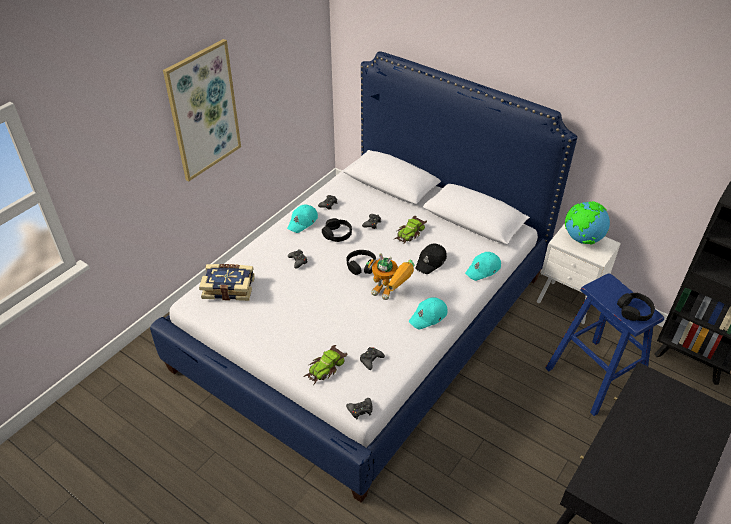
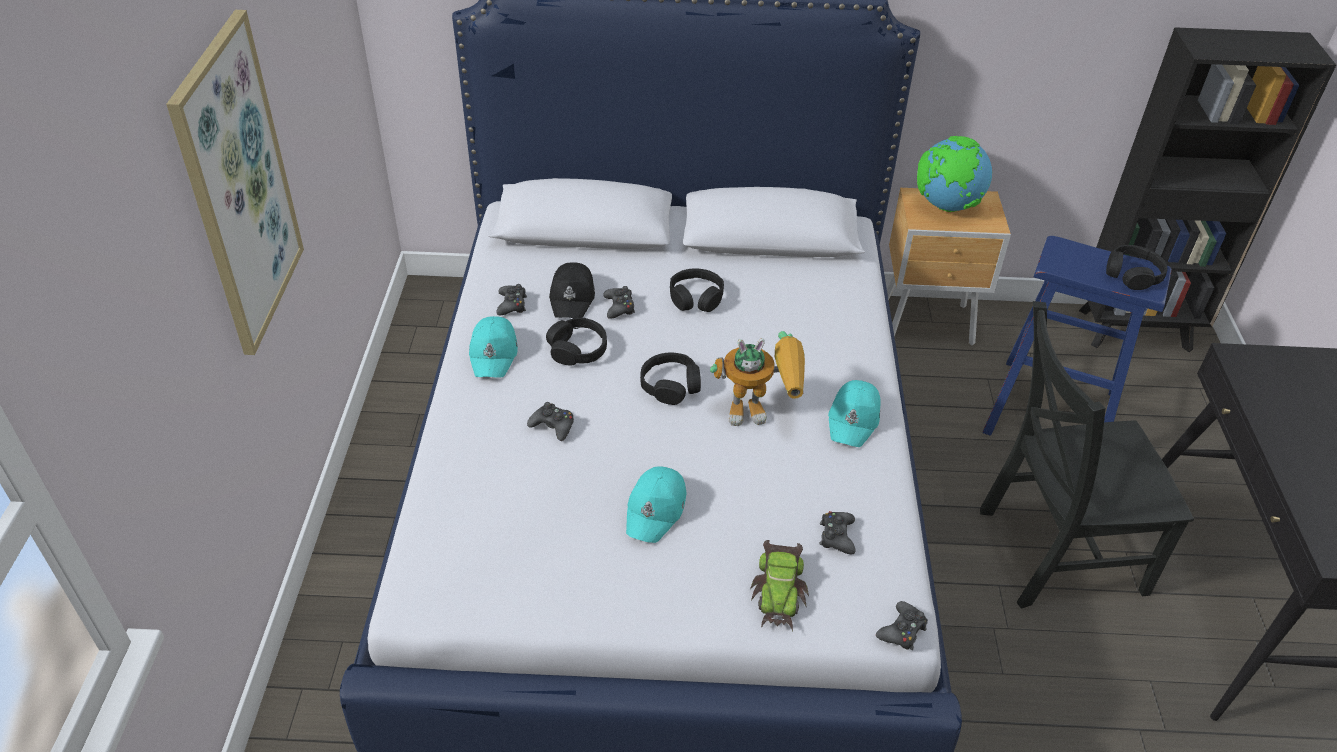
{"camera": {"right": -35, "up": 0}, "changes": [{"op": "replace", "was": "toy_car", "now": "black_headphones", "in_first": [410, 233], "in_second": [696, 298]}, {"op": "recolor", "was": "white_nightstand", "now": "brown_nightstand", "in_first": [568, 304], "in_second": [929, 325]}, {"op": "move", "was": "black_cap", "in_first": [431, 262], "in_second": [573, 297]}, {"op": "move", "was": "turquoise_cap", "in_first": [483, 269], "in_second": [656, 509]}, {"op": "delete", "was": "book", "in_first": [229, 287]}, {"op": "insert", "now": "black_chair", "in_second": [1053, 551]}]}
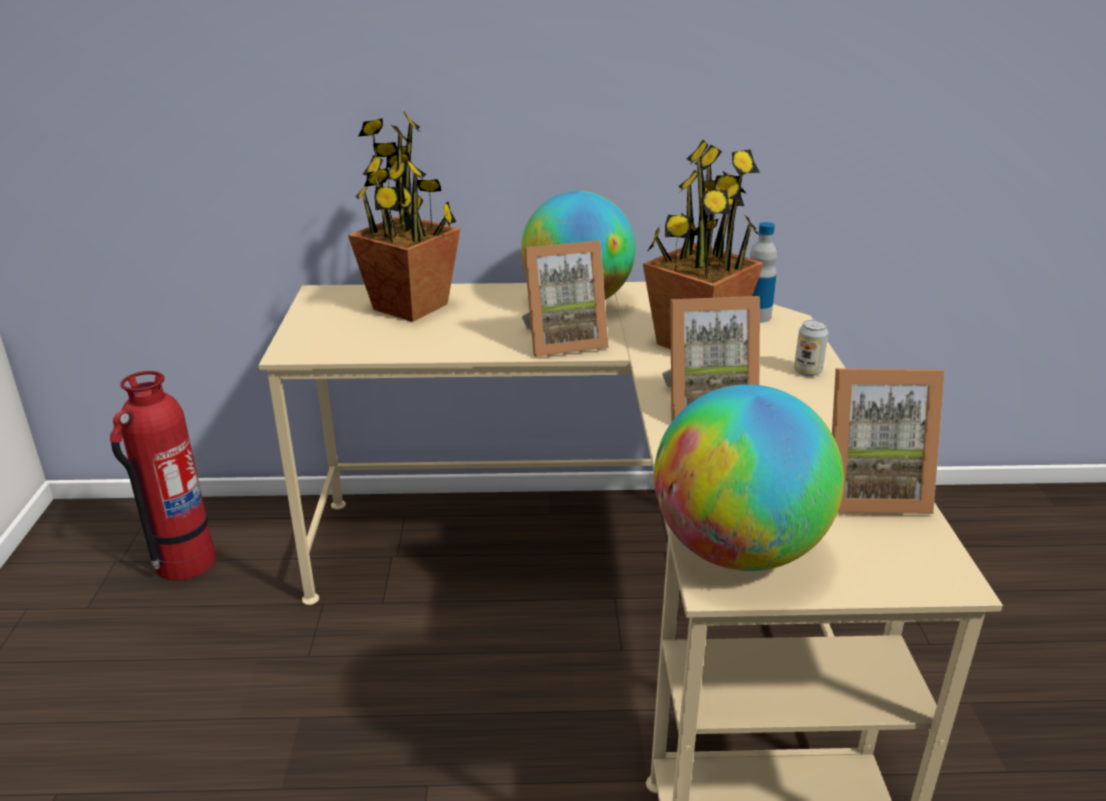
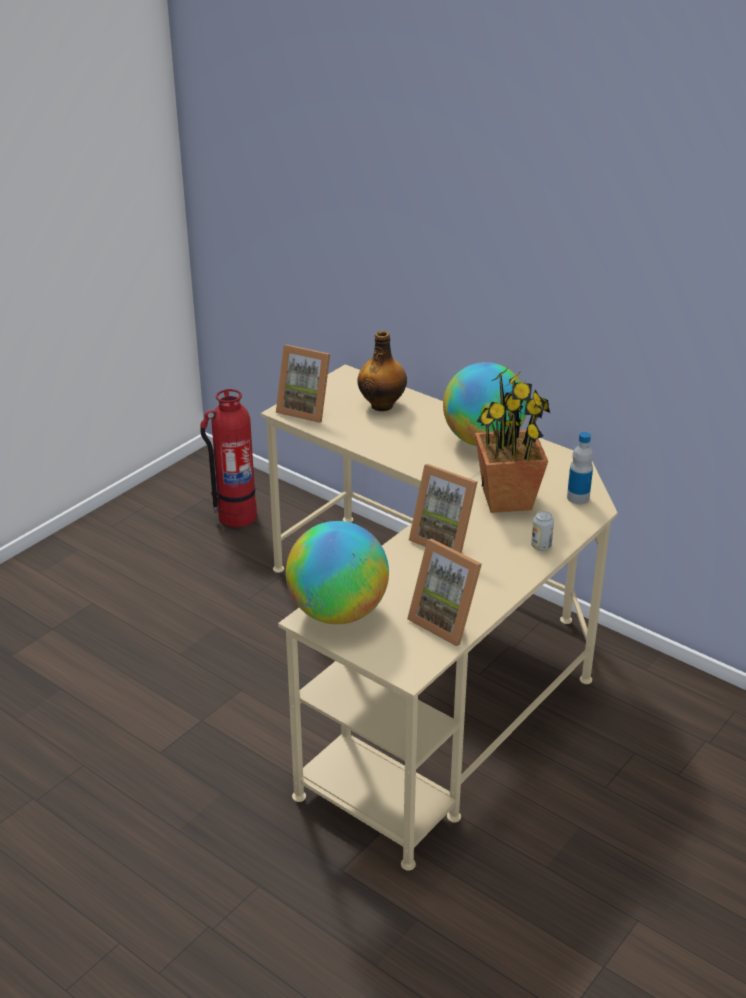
{"camera": {"right": 40, "up": 5}, "changes": [{"op": "replace", "was": "potted_plant", "now": "bottle", "in_first": [411, 307], "in_second": [382, 405]}, {"op": "move", "was": "picture_frame", "in_first": [563, 341], "in_second": [306, 409]}]}
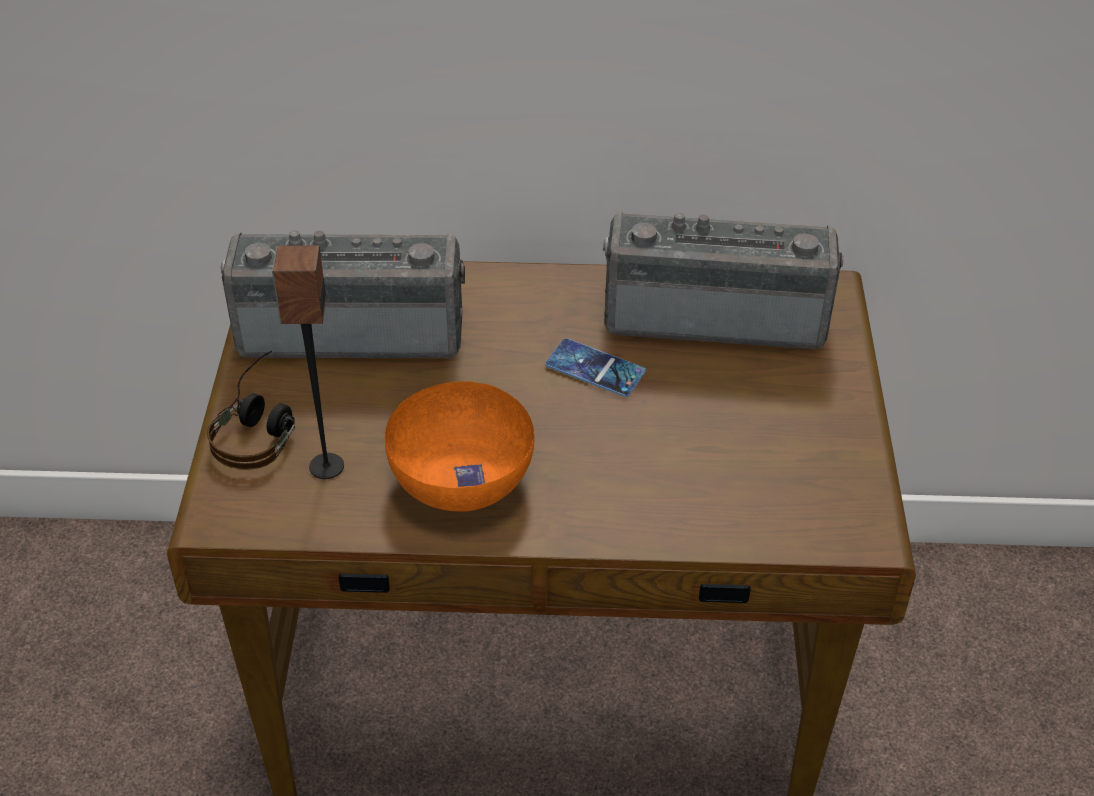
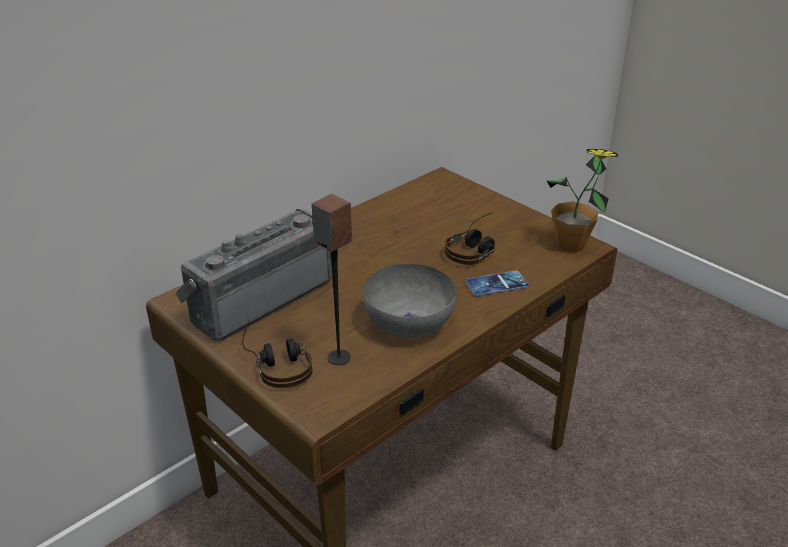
{"camera": {"right": -45, "up": -10}, "changes": [{"op": "delete", "was": "radio", "in_first": [715, 314]}, {"op": "move", "was": "phone", "in_first": [595, 368], "in_second": [496, 284]}, {"op": "recolor", "was": "orange_bowl", "now": "grey_bowl", "in_first": [460, 477], "in_second": [407, 322]}, {"op": "insert", "now": "potted_plant", "in_second": [570, 245]}, {"op": "insert", "now": "headphones", "in_second": [475, 249]}]}
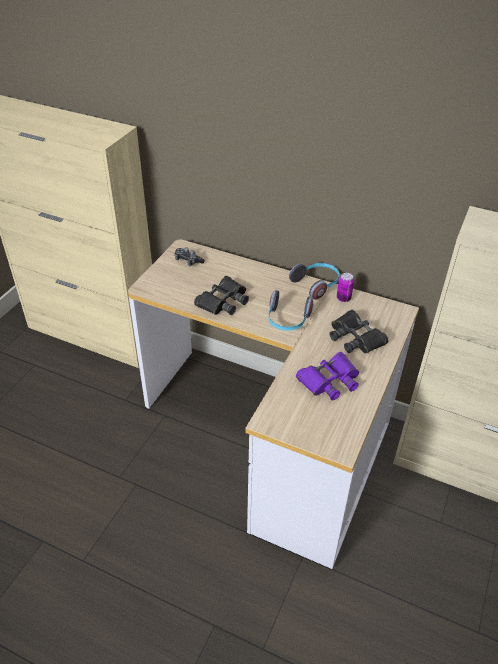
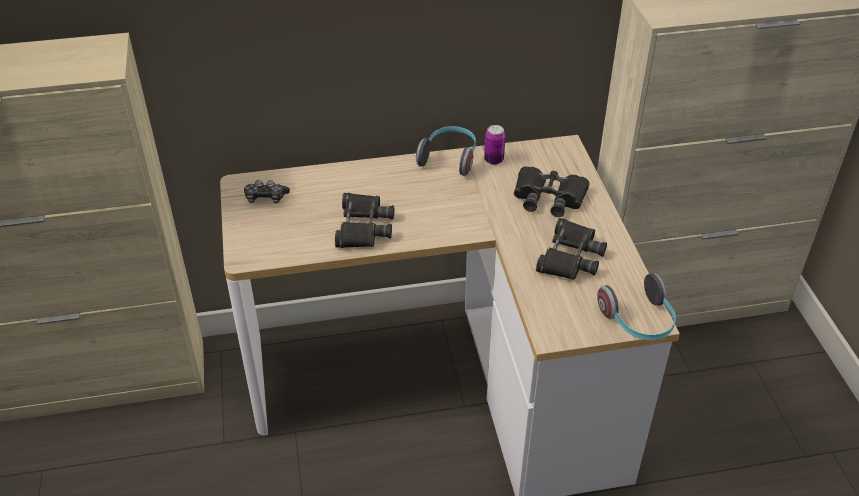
{"camera": {"right": -35, "up": 0}, "changes": [{"op": "move", "was": "headphones", "in_first": [287, 320], "in_second": [639, 321]}, {"op": "recolor", "was": "purple_binoculars", "now": "black_binoculars", "in_first": [329, 380], "in_second": [570, 257]}]}
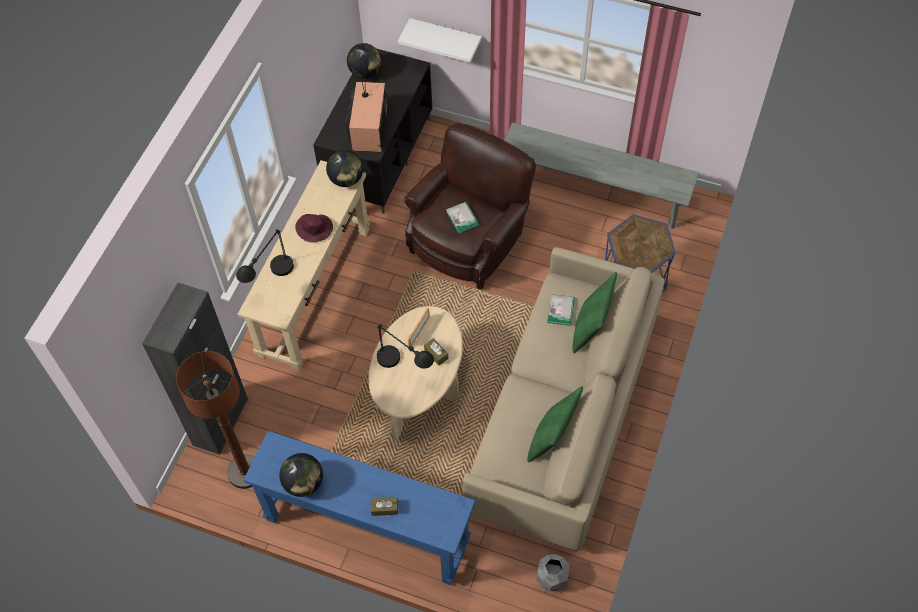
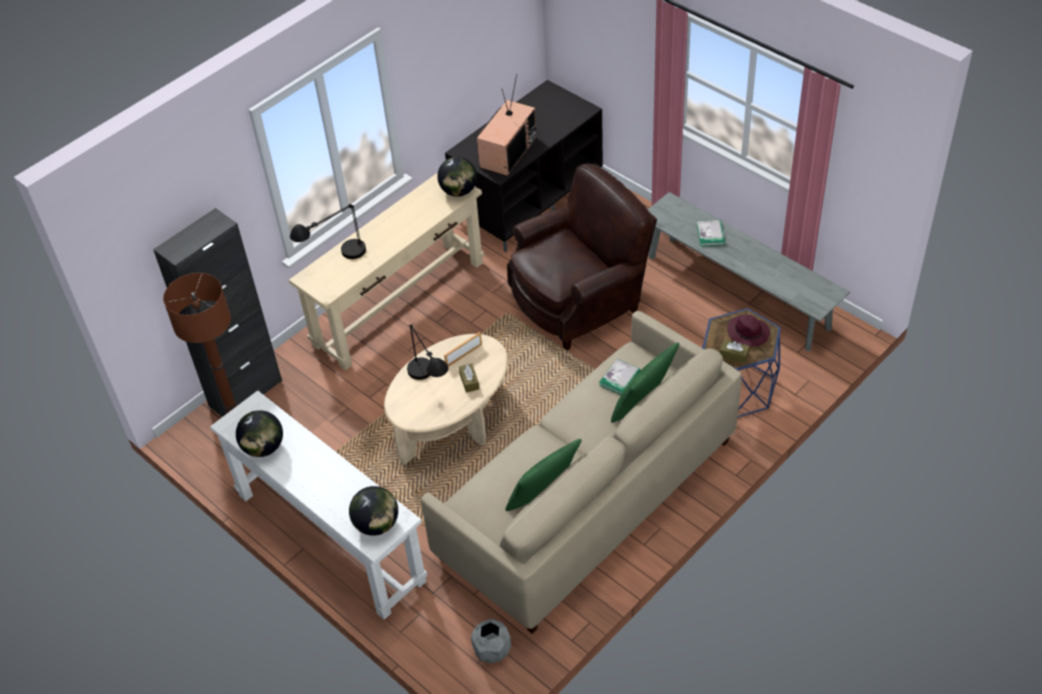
{"camera": {"right": 25, "up": -10}, "changes": [{"op": "delete", "was": "white_shelf", "in_first": [445, 37]}, {"op": "move", "was": "globe", "in_first": [365, 72], "in_second": [376, 524]}, {"op": "move", "was": "book", "in_first": [462, 218], "in_second": [710, 234]}, {"op": "move", "was": "purple_hat", "in_first": [315, 229], "in_second": [748, 333]}, {"op": "recolor", "was": "blue_console_table", "now": "white_console_table", "in_first": [367, 529], "in_second": [330, 537]}, {"op": "move", "was": "brown_tissue_box", "in_first": [384, 508], "in_second": [734, 355]}]}
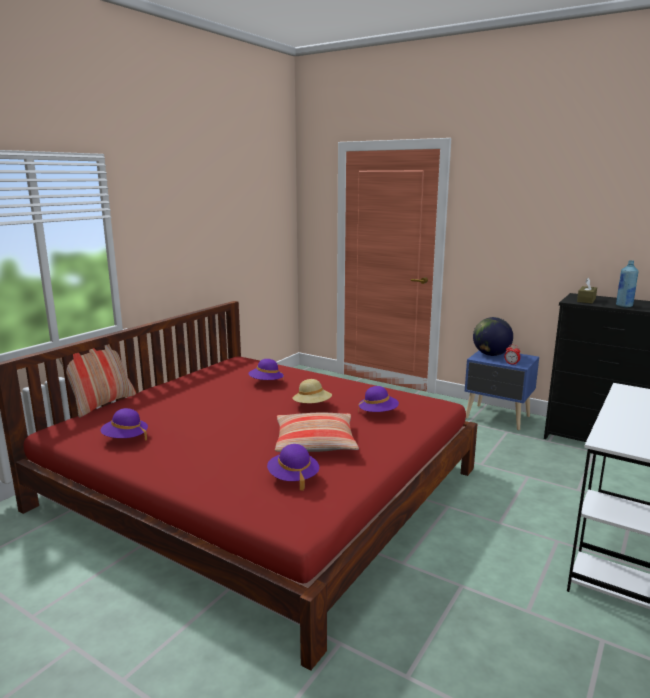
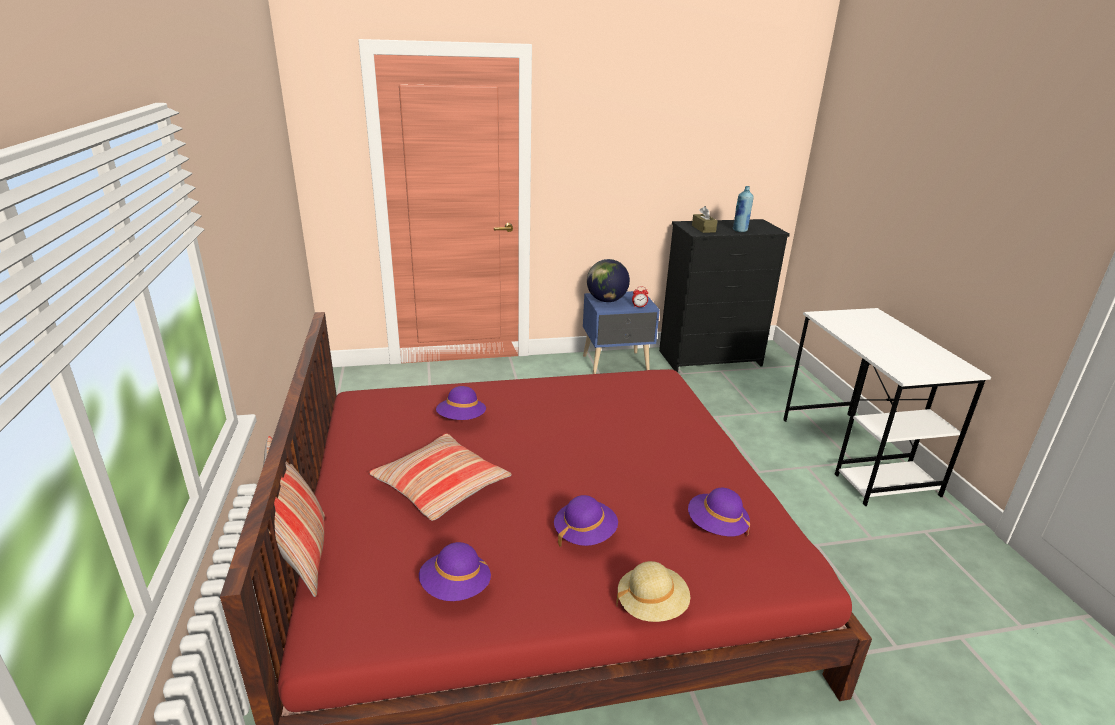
{"camera": {"right": -45, "up": 10}, "changes": [{"op": "move", "was": "beige_hat", "in_first": [312, 405], "in_second": [651, 605]}, {"op": "move", "was": "purple_hat", "in_first": [378, 413], "in_second": [584, 534]}, {"op": "move", "was": "pillow", "in_first": [315, 442], "in_second": [441, 486]}]}
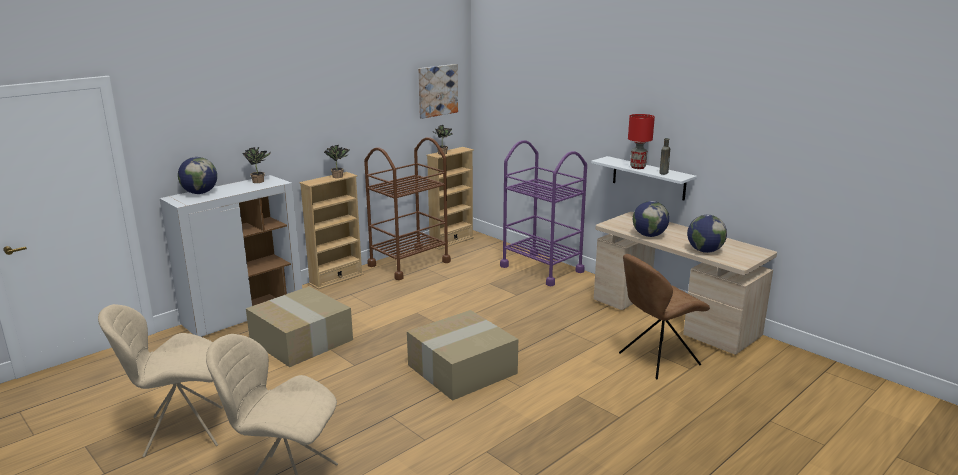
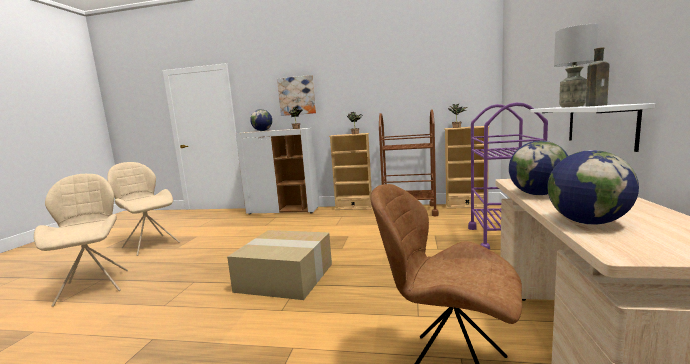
{"camera": {"right": 55, "up": -10}, "changes": [{"op": "move", "was": "picture", "in_first": [437, 90], "in_second": [297, 95]}, {"op": "recolor", "was": "red_table_lamp", "now": "grey_table_lamp", "in_first": [637, 167], "in_second": [571, 106]}, {"op": "delete", "was": "cardboard_box", "in_first": [299, 340]}]}
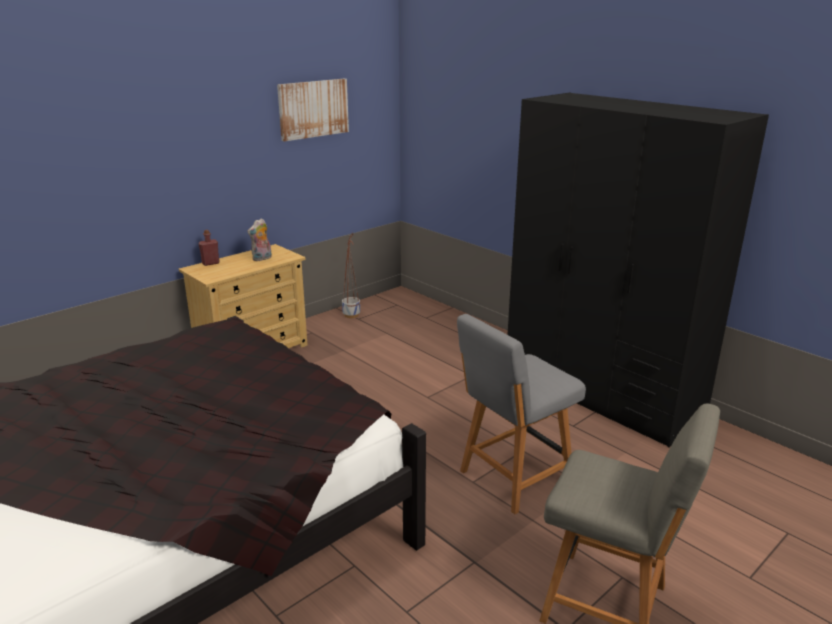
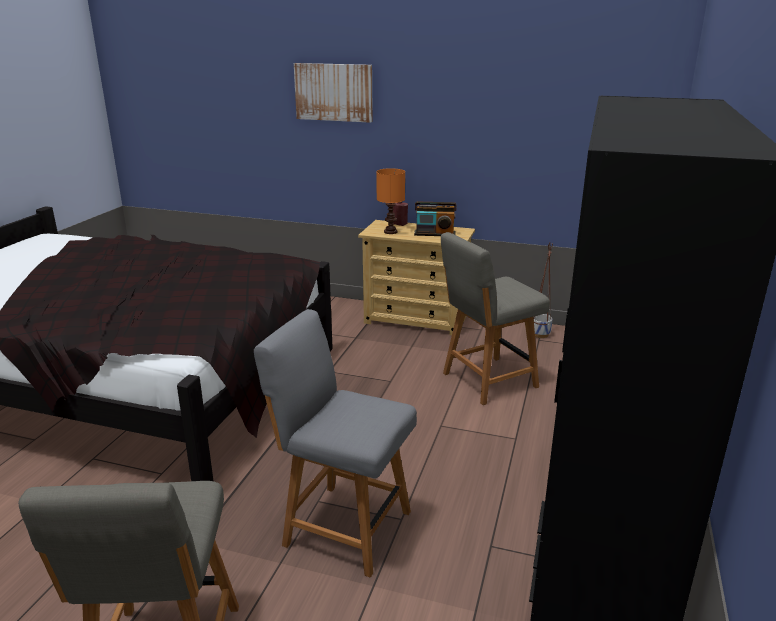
{"camera": {"right": 60, "up": 0}, "changes": [{"op": "move", "was": "picture", "in_first": [313, 109], "in_second": [334, 92]}, {"op": "replace", "was": "plush_toy", "now": "radio", "in_first": [262, 258], "in_second": [434, 234]}, {"op": "insert", "now": "orange_table_lamp", "in_second": [391, 232]}, {"op": "insert", "now": "grey_chair", "in_second": [487, 381]}]}
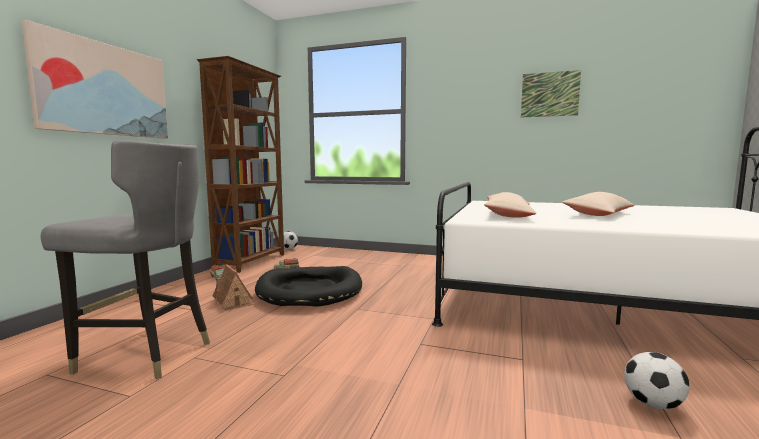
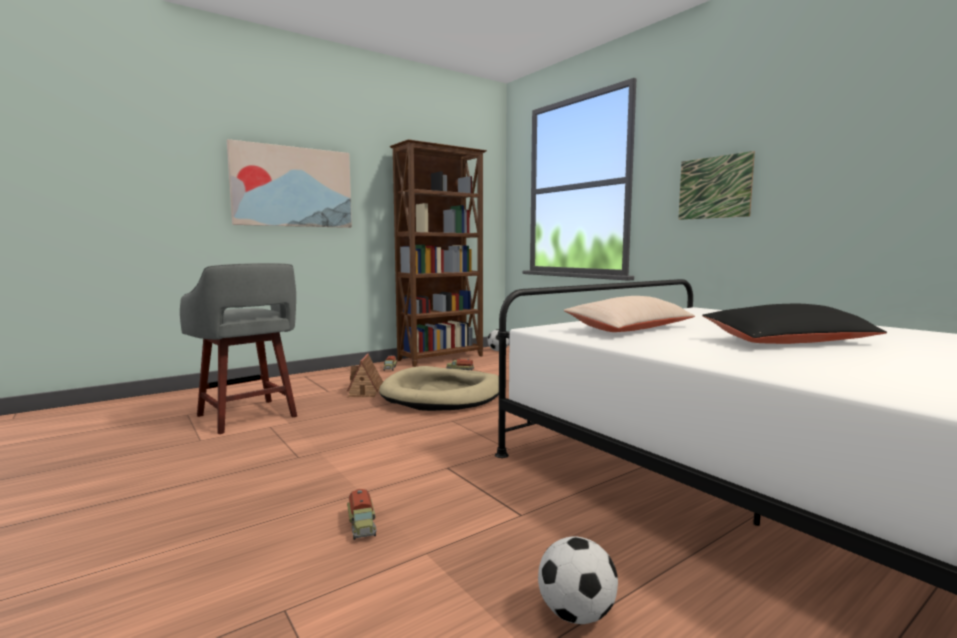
{"camera": {"right": 35, "up": 0}, "changes": [{"op": "move", "was": "picture", "in_first": [549, 94], "in_second": [714, 187]}, {"op": "replace", "was": "grey_chair", "now": "grey_stool", "in_first": [145, 355], "in_second": [248, 417]}, {"op": "recolor", "was": "beige_pillow", "now": "black_pillow", "in_first": [599, 214], "in_second": [789, 341]}, {"op": "recolor", "was": "black_dog_bed", "now": "beige_dog_bed", "in_first": [310, 290], "in_second": [442, 394]}, {"op": "insert", "now": "toy_truck", "in_second": [362, 525]}]}
